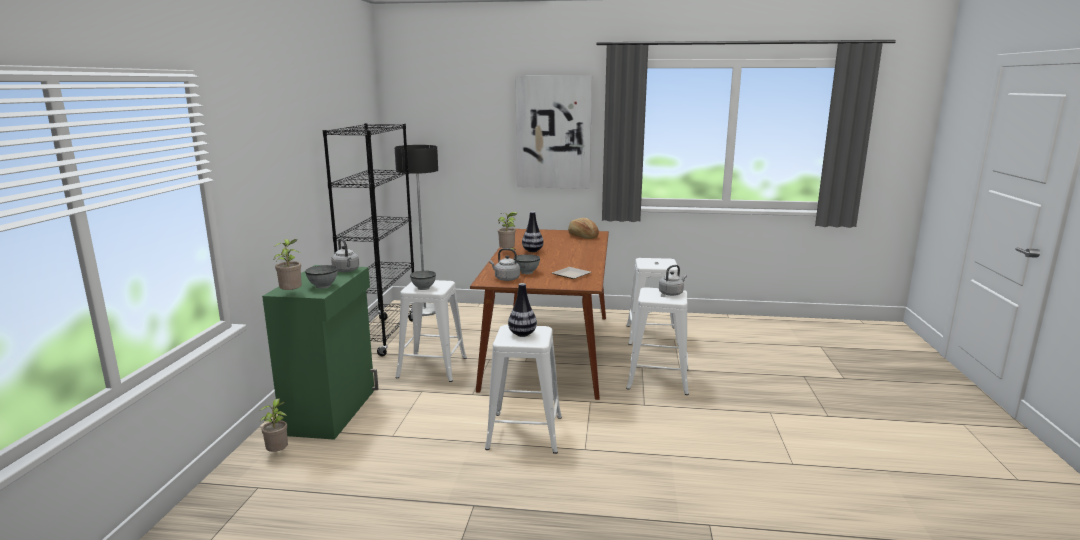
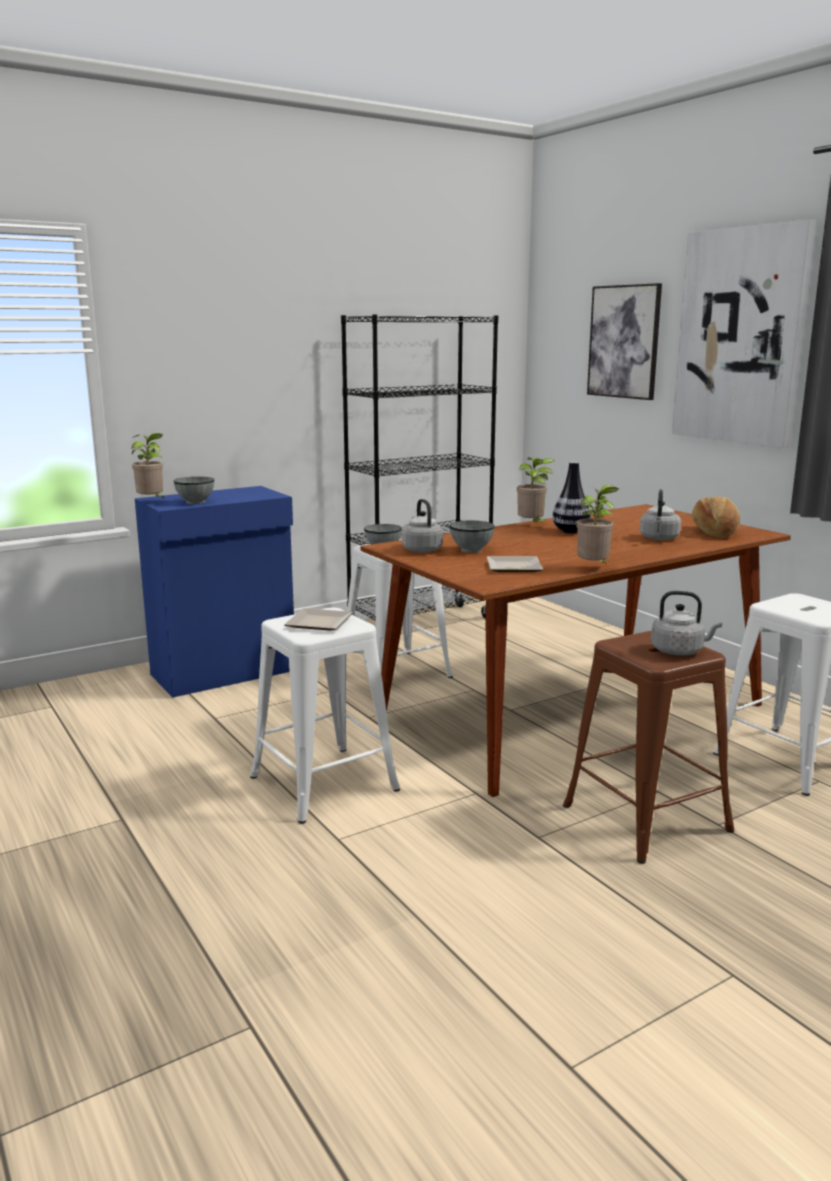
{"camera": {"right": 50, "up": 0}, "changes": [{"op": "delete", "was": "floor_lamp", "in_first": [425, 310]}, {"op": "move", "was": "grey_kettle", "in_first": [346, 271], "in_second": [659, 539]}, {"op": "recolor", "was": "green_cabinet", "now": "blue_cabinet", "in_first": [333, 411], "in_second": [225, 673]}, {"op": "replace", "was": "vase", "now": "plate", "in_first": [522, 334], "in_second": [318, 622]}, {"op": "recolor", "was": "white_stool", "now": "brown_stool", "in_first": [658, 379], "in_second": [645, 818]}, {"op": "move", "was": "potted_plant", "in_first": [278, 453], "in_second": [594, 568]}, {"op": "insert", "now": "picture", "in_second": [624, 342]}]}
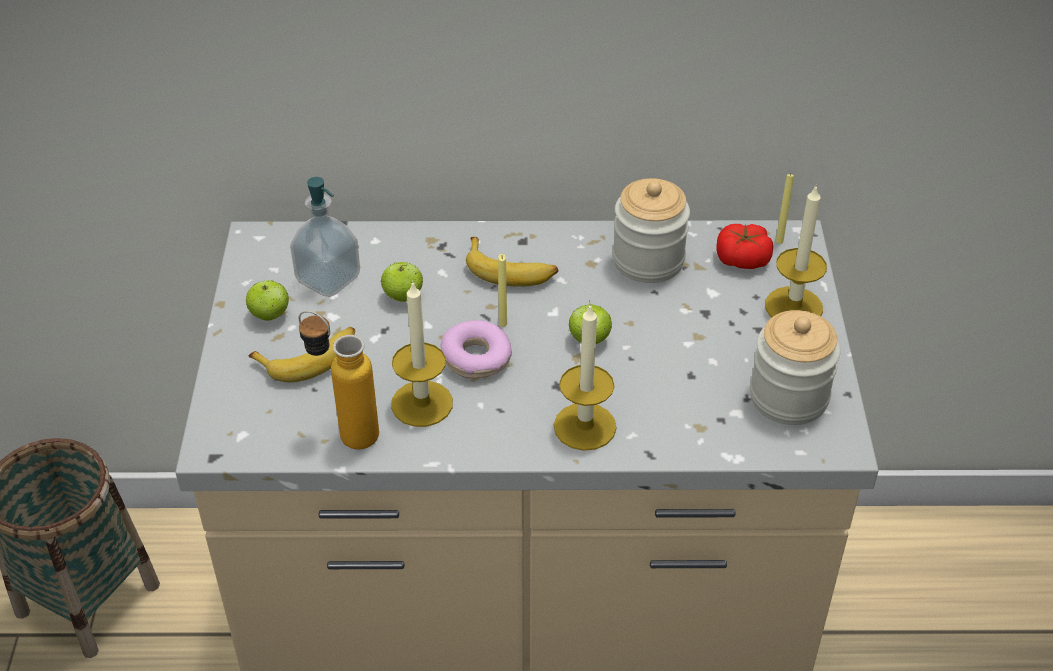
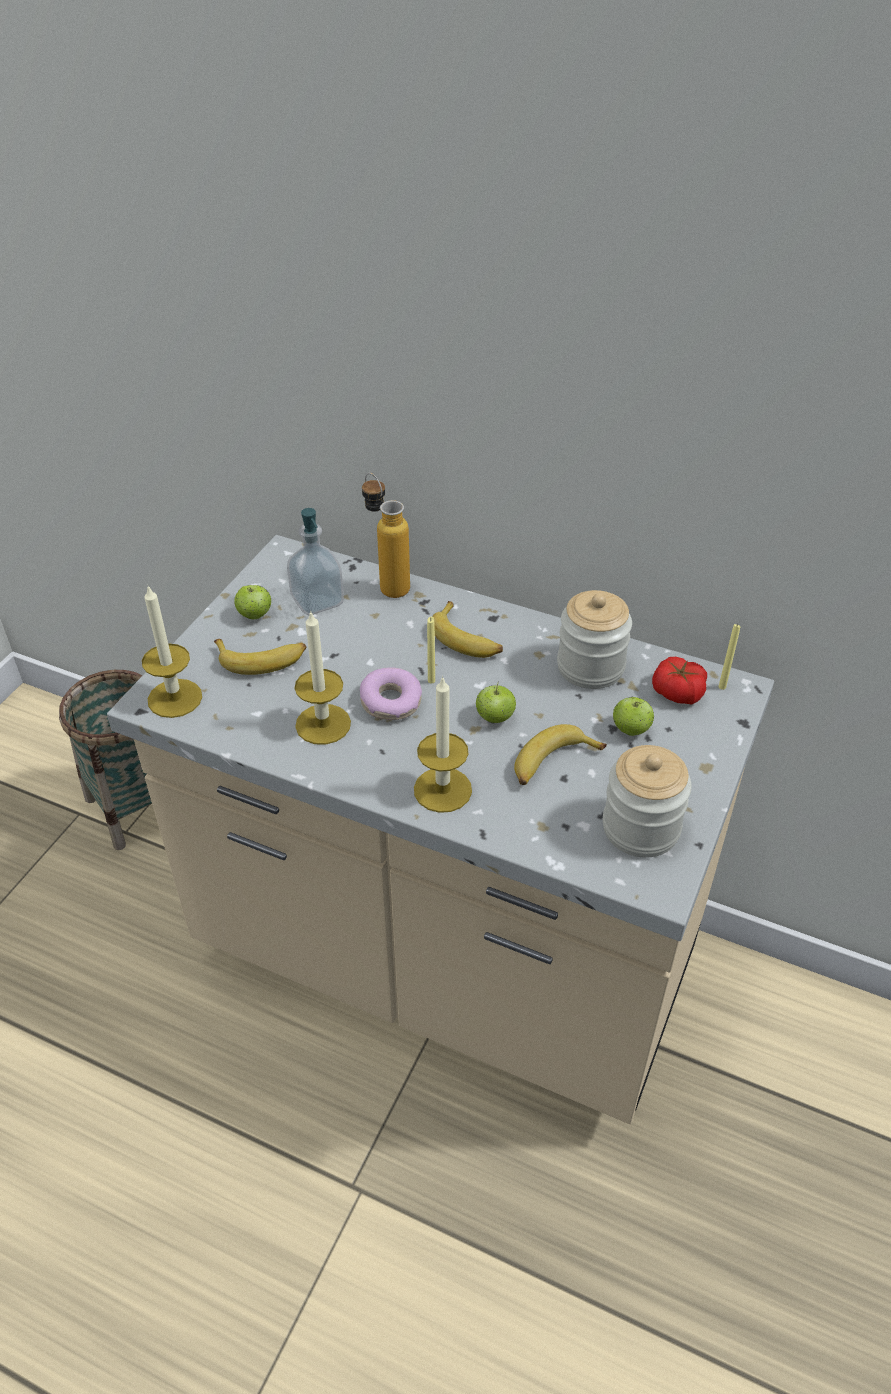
{"camera": {"right": 25, "up": 0}, "changes": [{"op": "move", "was": "candle", "in_first": [793, 307], "in_second": [175, 698]}, {"op": "move", "was": "apple", "in_first": [403, 296], "in_second": [631, 730]}, {"op": "move", "was": "bottle", "in_first": [345, 431], "in_second": [387, 583]}, {"op": "insert", "now": "banana", "in_second": [552, 763]}]}
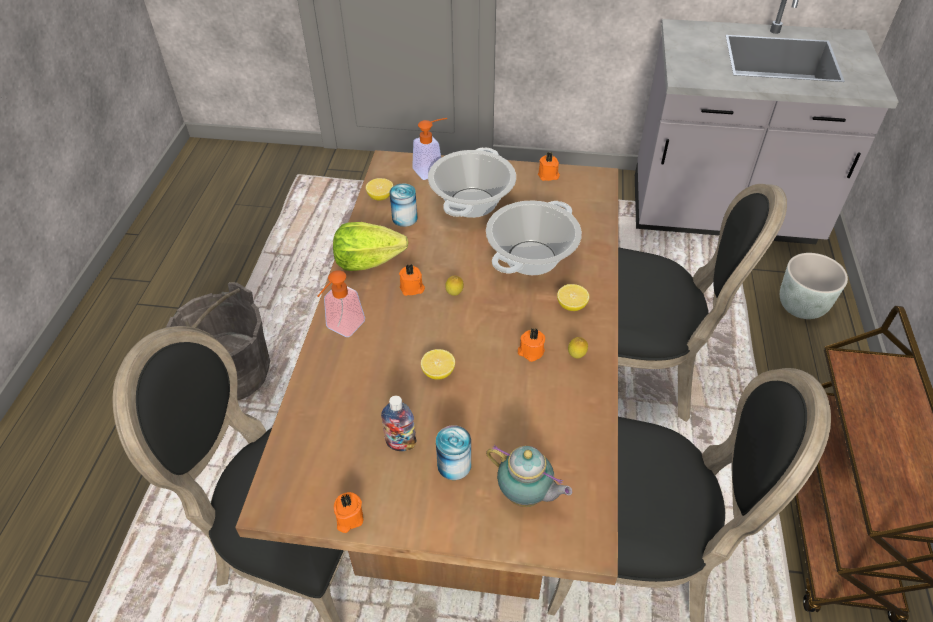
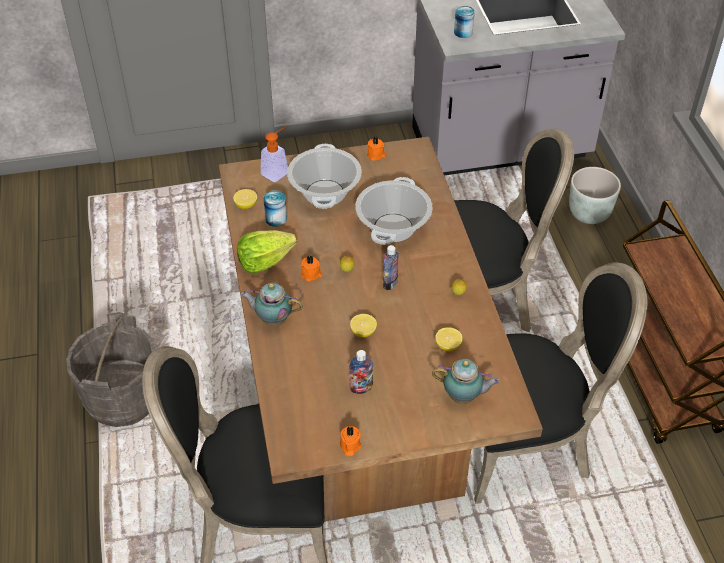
{"camera": {"right": -20, "up": 0}, "changes": [{"op": "replace", "was": "soap_dispenser", "now": "teapot", "in_first": [342, 328], "in_second": [272, 319]}, {"op": "move", "was": "lemon", "in_first": [571, 306], "in_second": [448, 346]}, {"op": "delete", "was": "orange_candle", "in_first": [530, 351]}, {"op": "move", "was": "can", "in_first": [454, 465], "in_second": [463, 32]}, {"op": "insert", "now": "bottle", "in_second": [390, 284]}]}
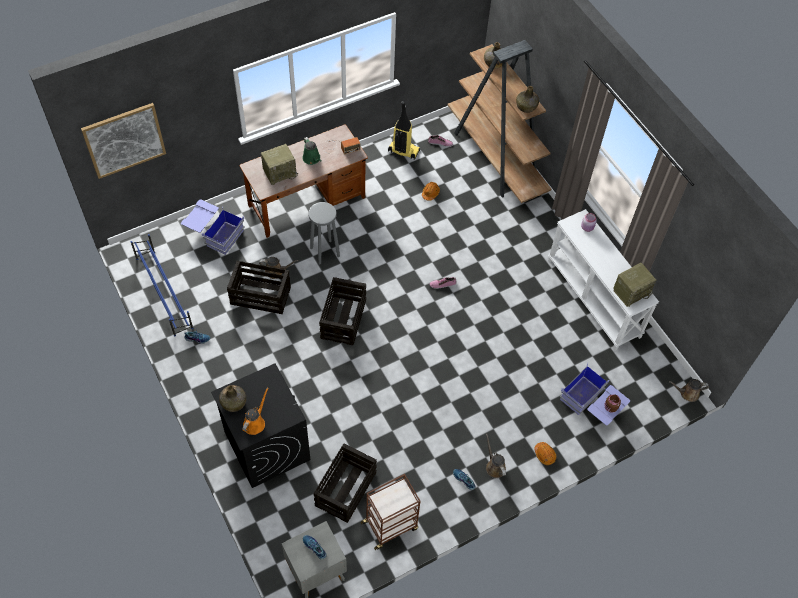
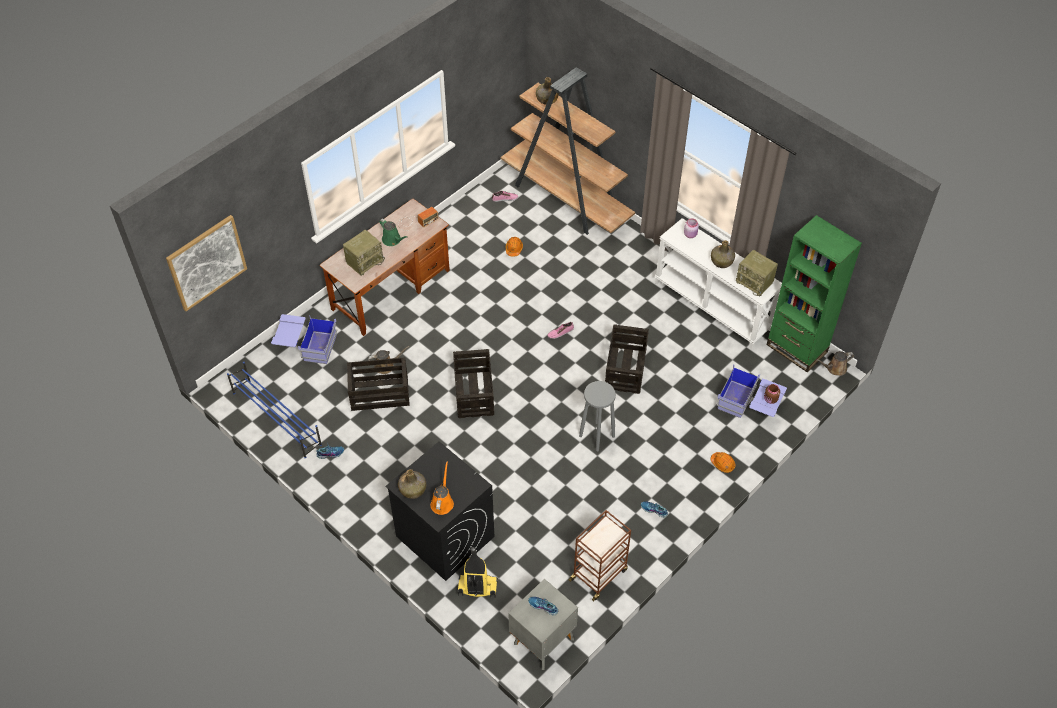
{"camera": {"right": -15, "up": -5}, "changes": [{"op": "move", "was": "green_bottle", "in_first": [526, 106], "in_second": [722, 261]}, {"op": "move", "was": "vacuum_cleaner", "in_first": [403, 151], "in_second": [477, 588]}, {"op": "move", "was": "grey_stool", "in_first": [324, 252], "in_second": [596, 436]}, {"op": "rotate", "was": "radio", "in_first": [631, 292], "in_second": [755, 282], "clockwise": 90}, {"op": "delete", "was": "brown_watering_can", "in_first": [494, 466]}, {"op": "move", "was": "crate", "in_first": [345, 490], "in_second": [625, 369]}, {"op": "insert", "now": "green_bookcase", "in_second": [796, 348]}]}
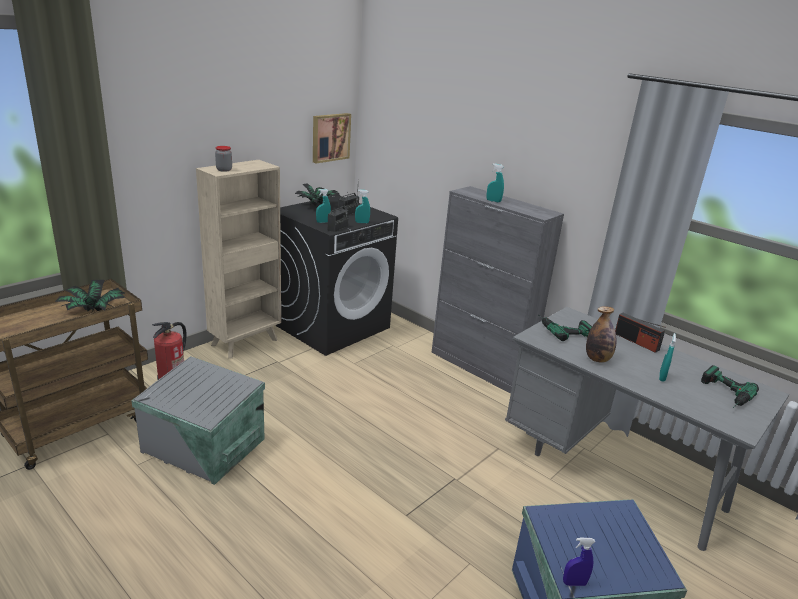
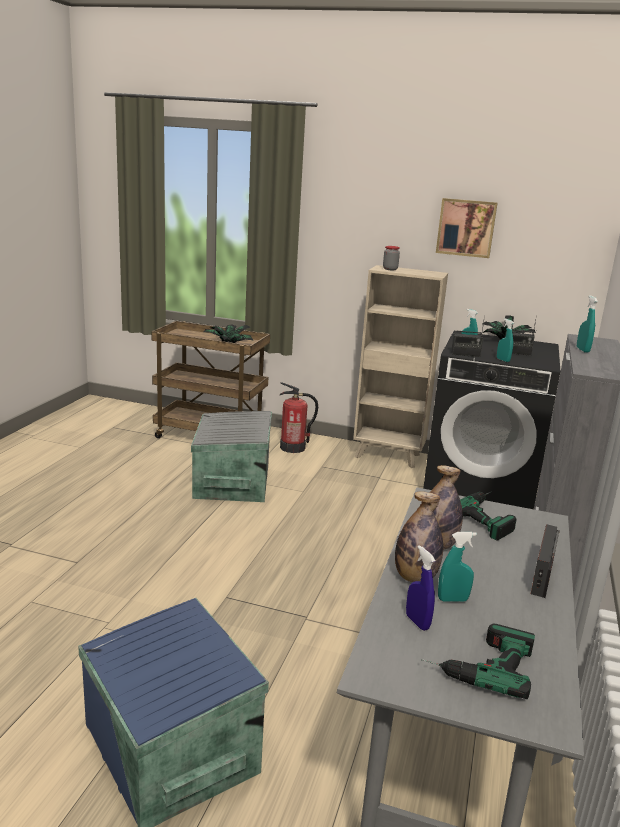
{"camera": {"right": 65, "up": -5}, "changes": [{"op": "move", "was": "picture", "in_first": [330, 137], "in_second": [466, 227]}, {"op": "move", "was": "blue_spray_bottle", "in_first": [574, 583], "in_second": [417, 622]}, {"op": "insert", "now": "bottle", "in_second": [415, 577]}]}
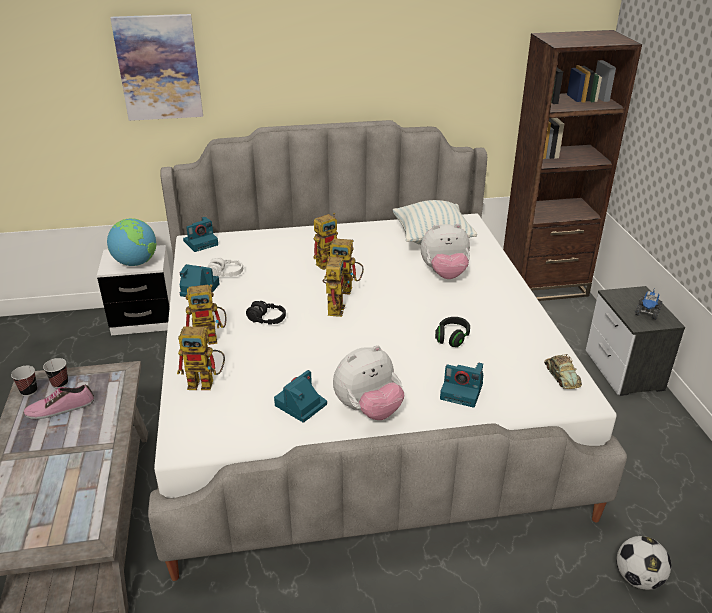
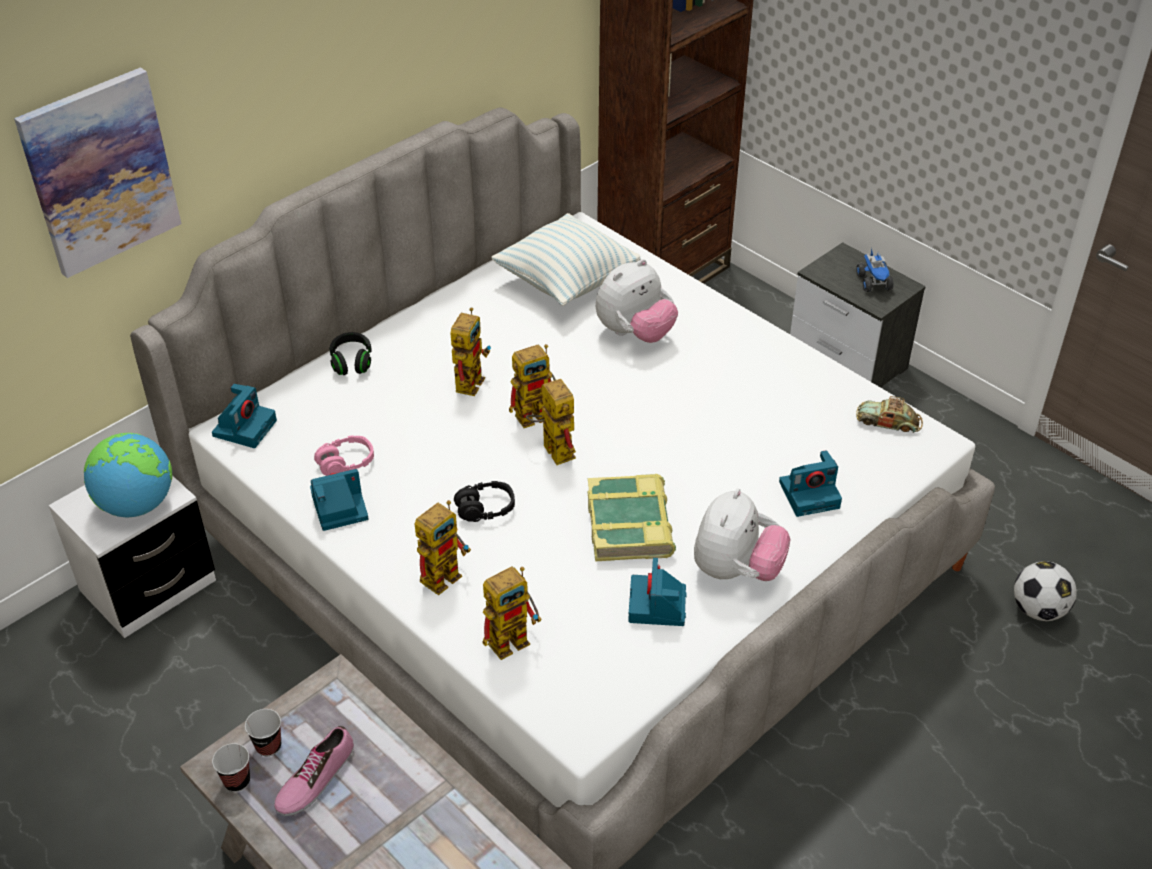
{"camera": {"right": -35, "up": 10}, "changes": [{"op": "recolor", "was": "white_headphones", "now": "pink_headphones", "in_first": [226, 273], "in_second": [346, 463]}, {"op": "move", "was": "black_headphones", "in_first": [452, 338], "in_second": [352, 362]}, {"op": "rotate", "was": "toy_car", "in_first": [561, 376], "in_second": [888, 421], "clockwise": 150}, {"op": "insert", "now": "book", "in_second": [630, 524]}]}
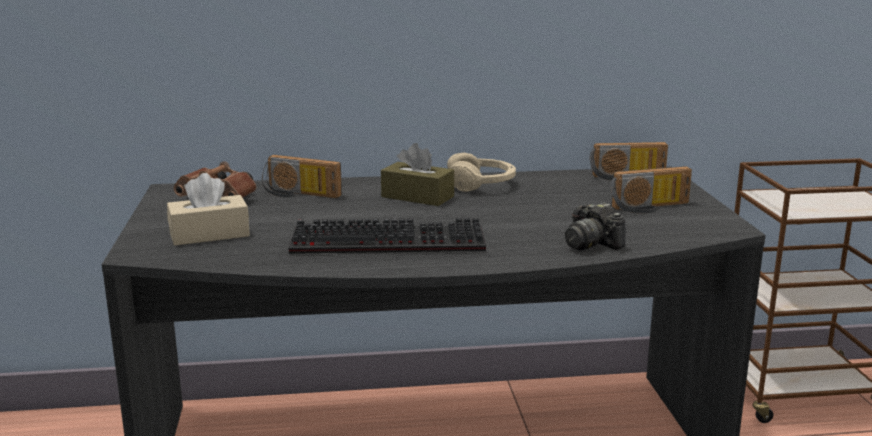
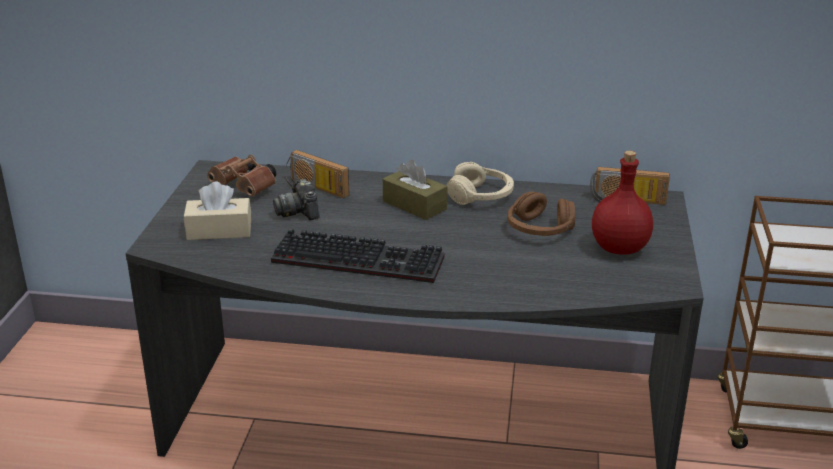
{"camera": {"right": 15, "up": 10}, "changes": [{"op": "replace", "was": "radio", "now": "red_bottle", "in_first": [651, 208], "in_second": [619, 248]}, {"op": "move", "was": "photo_camera", "in_first": [591, 244], "in_second": [299, 212]}, {"op": "insert", "now": "brown_headphones", "in_second": [539, 229]}]}
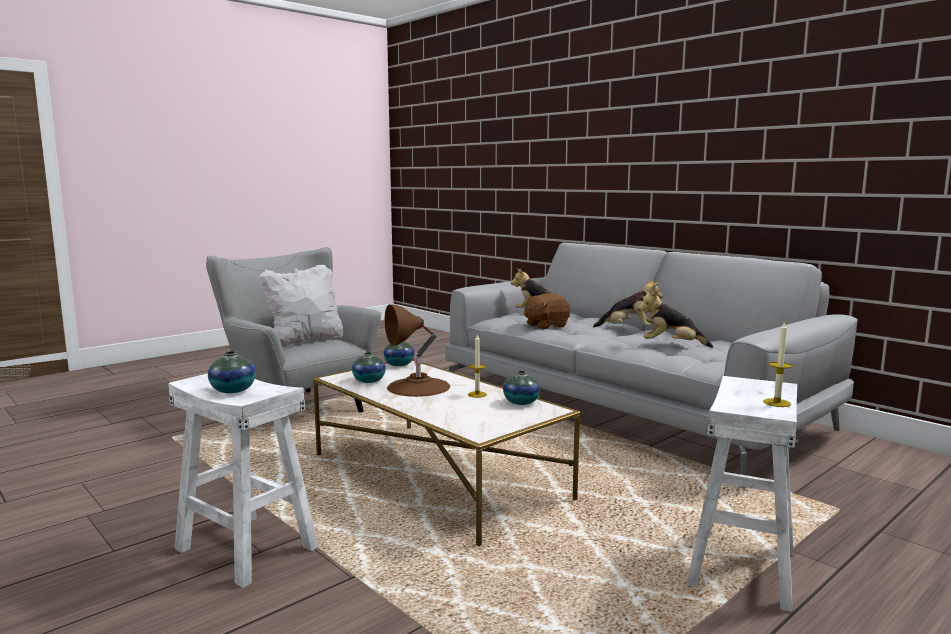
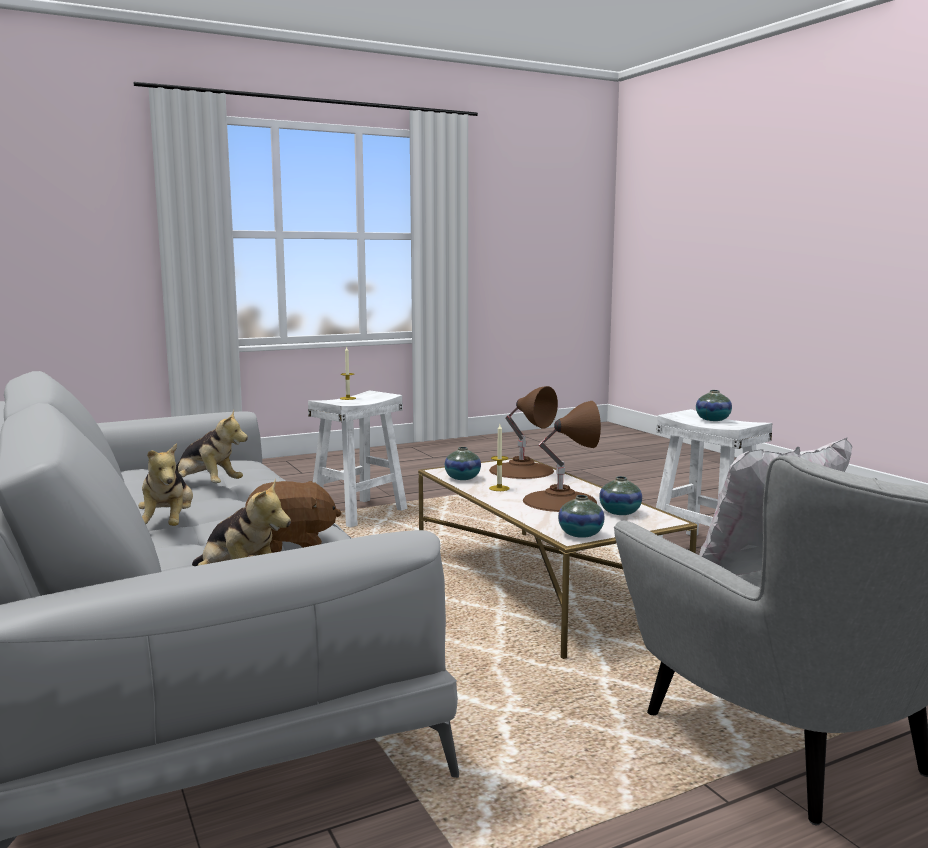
{"camera": {"right": -165, "up": 0}, "changes": [{"op": "rotate", "was": "plush_toy", "in_first": [628, 329], "in_second": [168, 525], "clockwise": -135}, {"op": "insert", "now": "brown_table_lamp", "in_second": [521, 470]}]}
